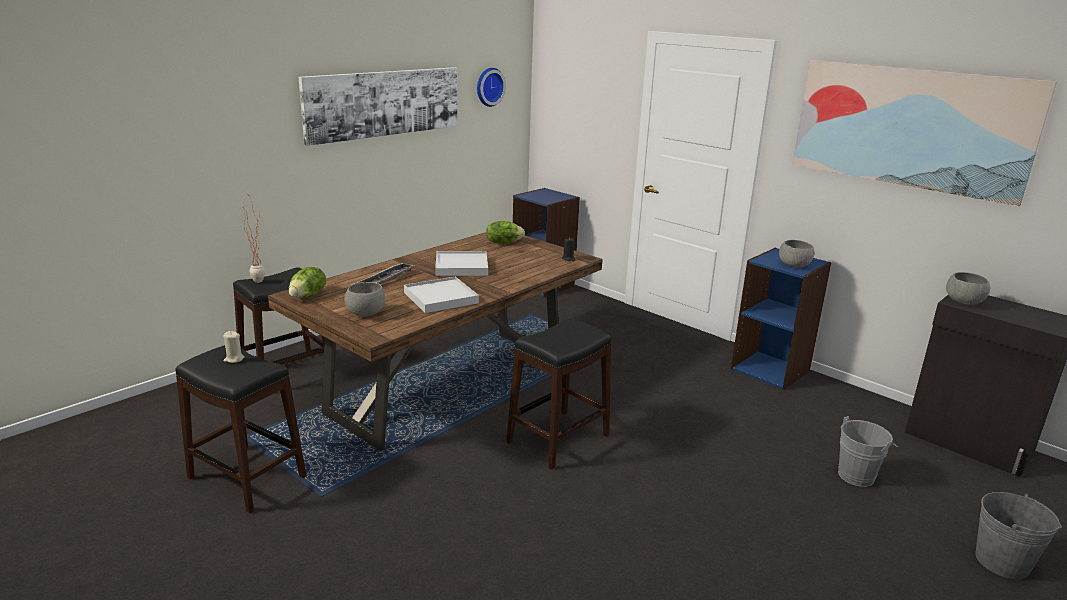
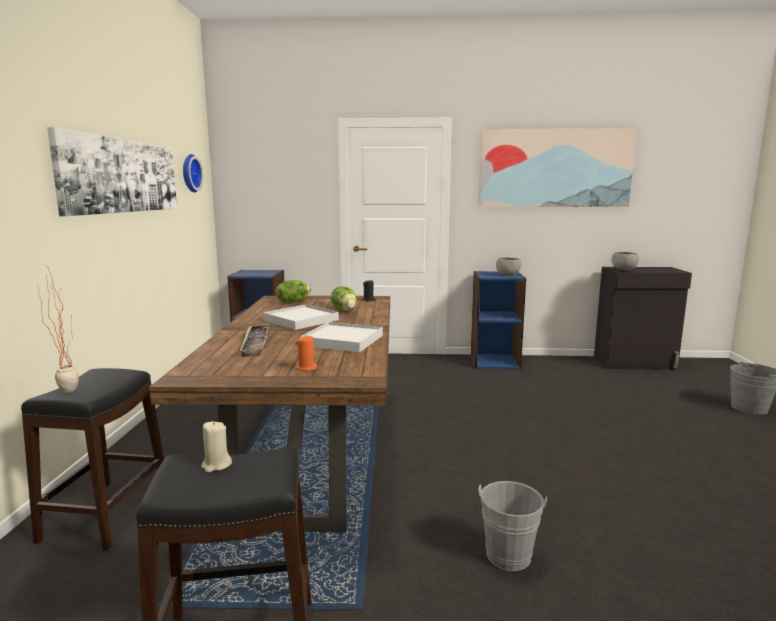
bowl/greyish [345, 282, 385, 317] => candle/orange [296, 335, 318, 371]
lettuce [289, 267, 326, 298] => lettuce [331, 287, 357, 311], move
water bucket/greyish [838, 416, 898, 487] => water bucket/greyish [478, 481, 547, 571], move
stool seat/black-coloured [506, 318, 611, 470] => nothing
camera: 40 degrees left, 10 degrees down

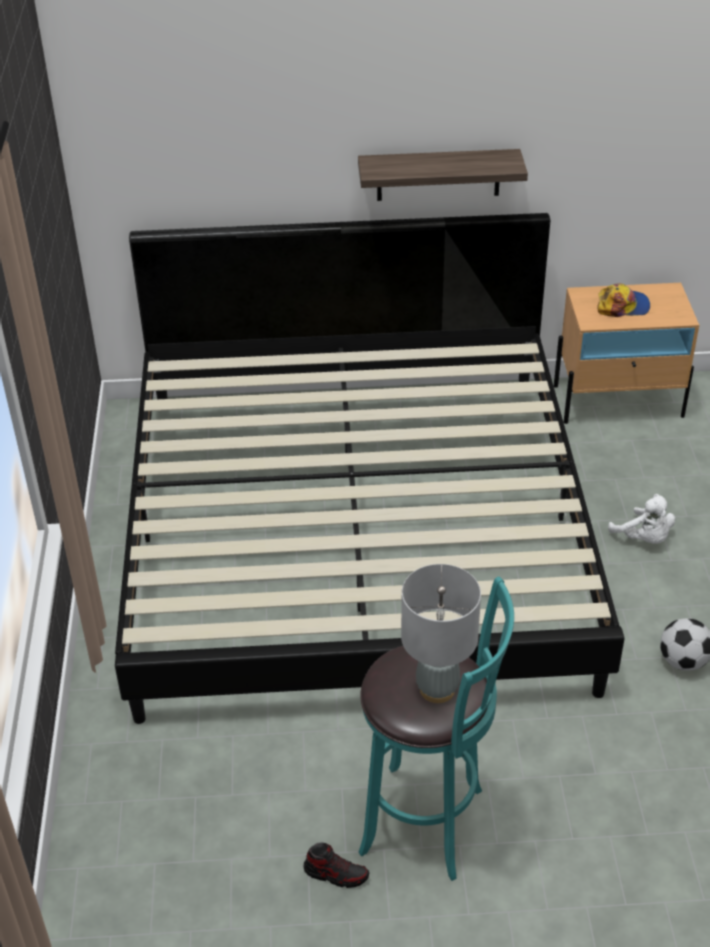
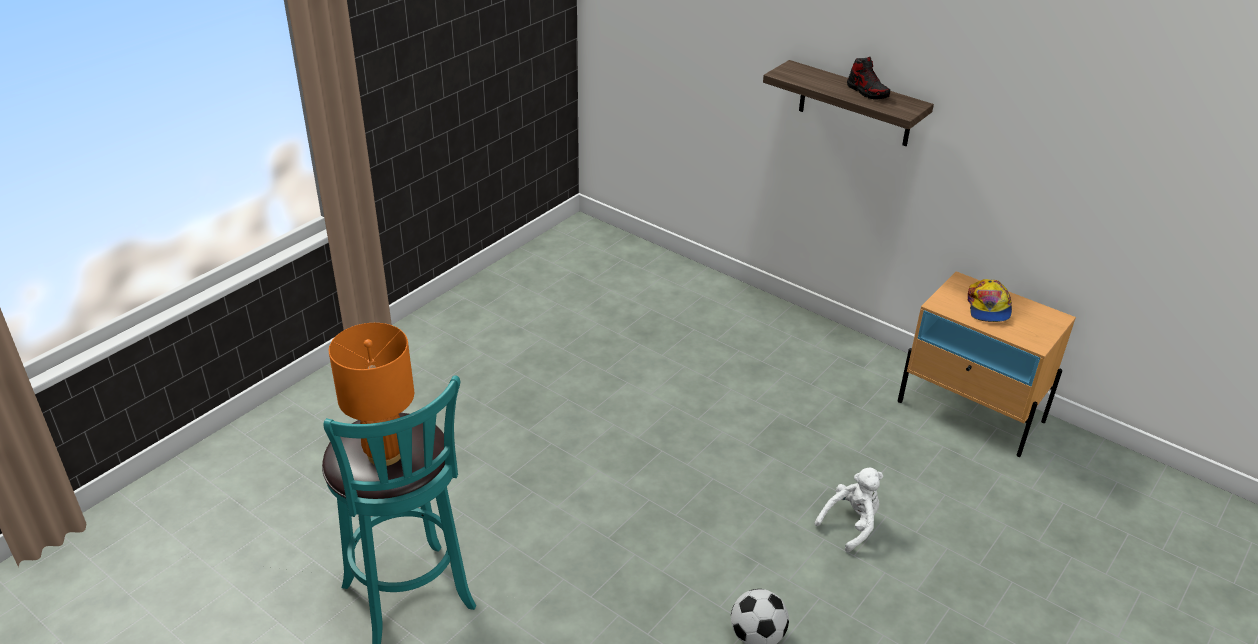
lamp for a table/greyish [401, 564, 481, 703] => lamp for a table/orange [329, 323, 414, 466]
plush toy/white-coloured [608, 494, 675, 544] => plush toy/white-coloured [815, 467, 883, 552], 135 degrees counterclockwise
item of footwear [304, 842, 369, 888] => item of footwear [847, 57, 890, 99], move
baseball cap [598, 283, 650, 317] => baseball cap [968, 279, 1012, 322], 60 degrees clockwise
bed [115, 213, 624, 724] => nothing
camera: 40 degrees right, 5 degrees down

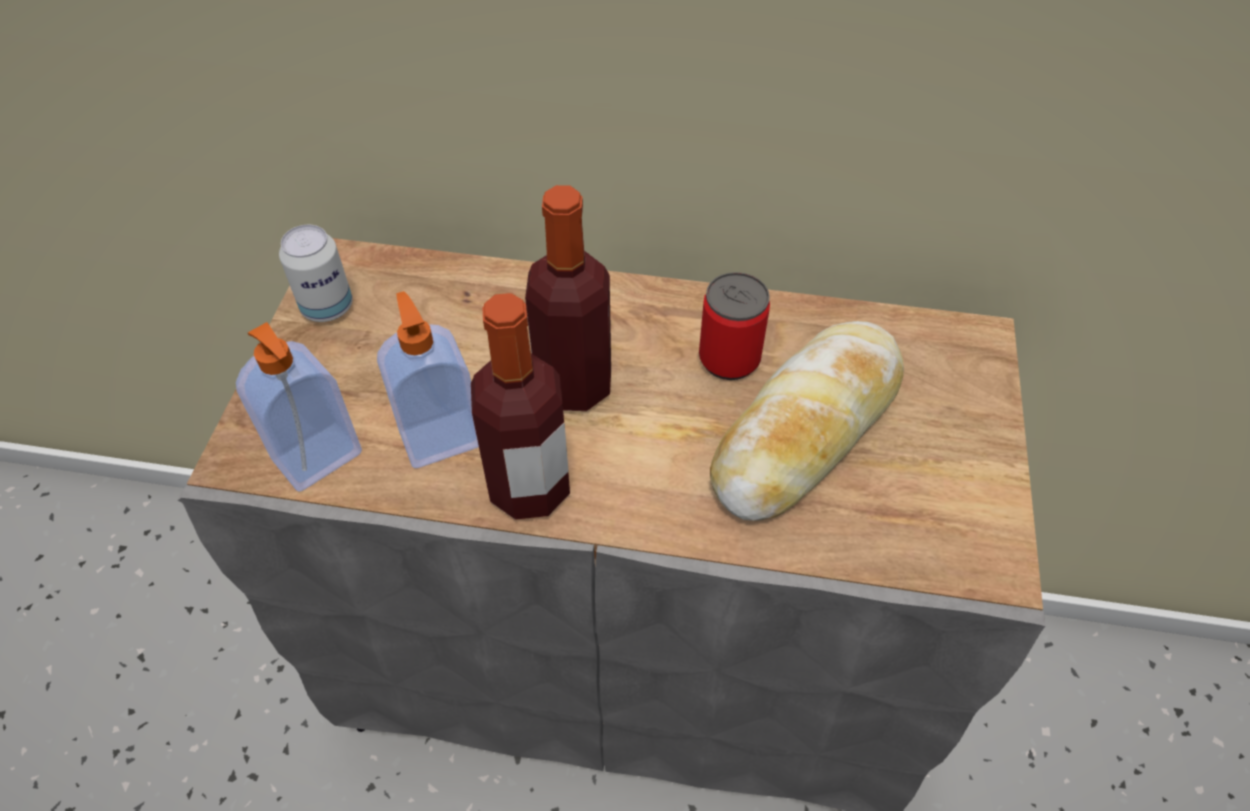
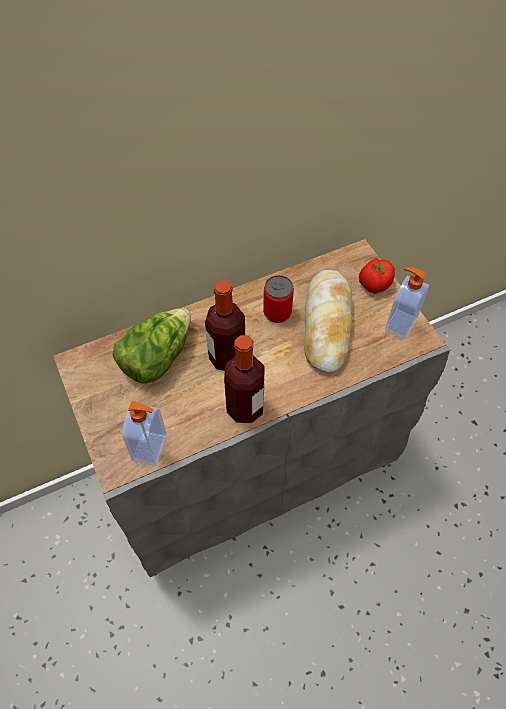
nothing => lettuce [112, 308, 191, 384]
nothing => fresh tomato [359, 258, 395, 294]
liquid soap bottle [377, 291, 479, 468] => liquid soap bottle [385, 267, 429, 340], move
sealed can [279, 225, 353, 322] => nothing
camera: 35 degrees left, 5 degrees up

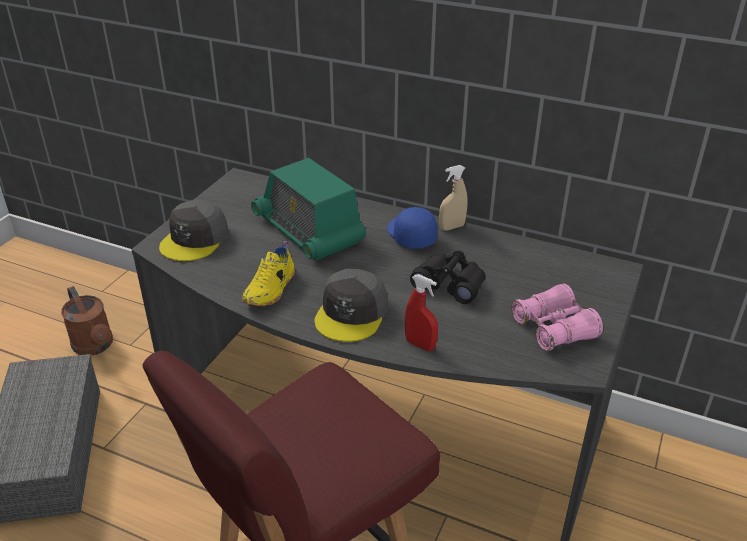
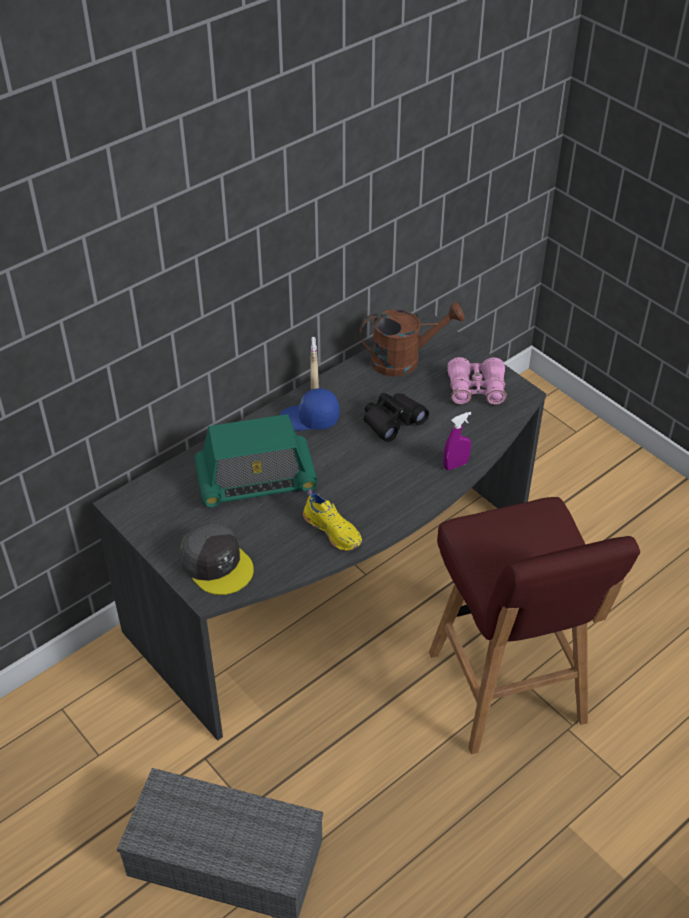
watering can/brownish [61, 286, 113, 355] => watering can/brownish [359, 302, 464, 377], move
sprayer/red [404, 274, 438, 351] => sprayer/purplish [443, 412, 471, 470]
baseball cap/greyish [315, 269, 388, 342] => nothing
camera: 65 degrees left, 10 degrees up

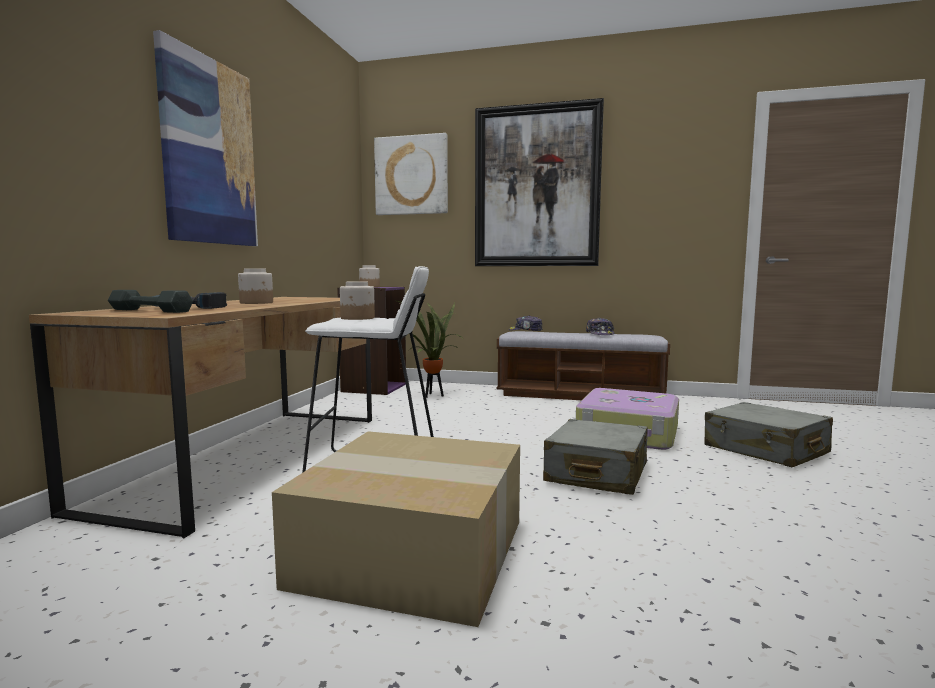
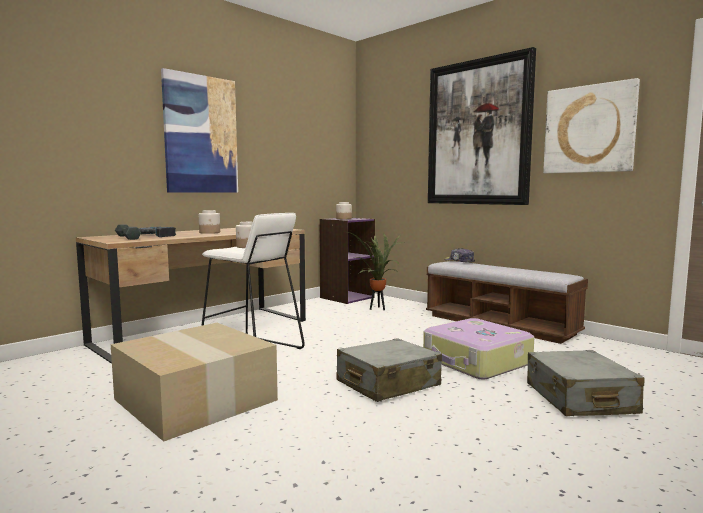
picture [374, 133, 448, 215] => picture [543, 78, 640, 173], move
baseball cap [586, 318, 614, 335] => nothing
camera: 30 degrees right, 0 degrees up

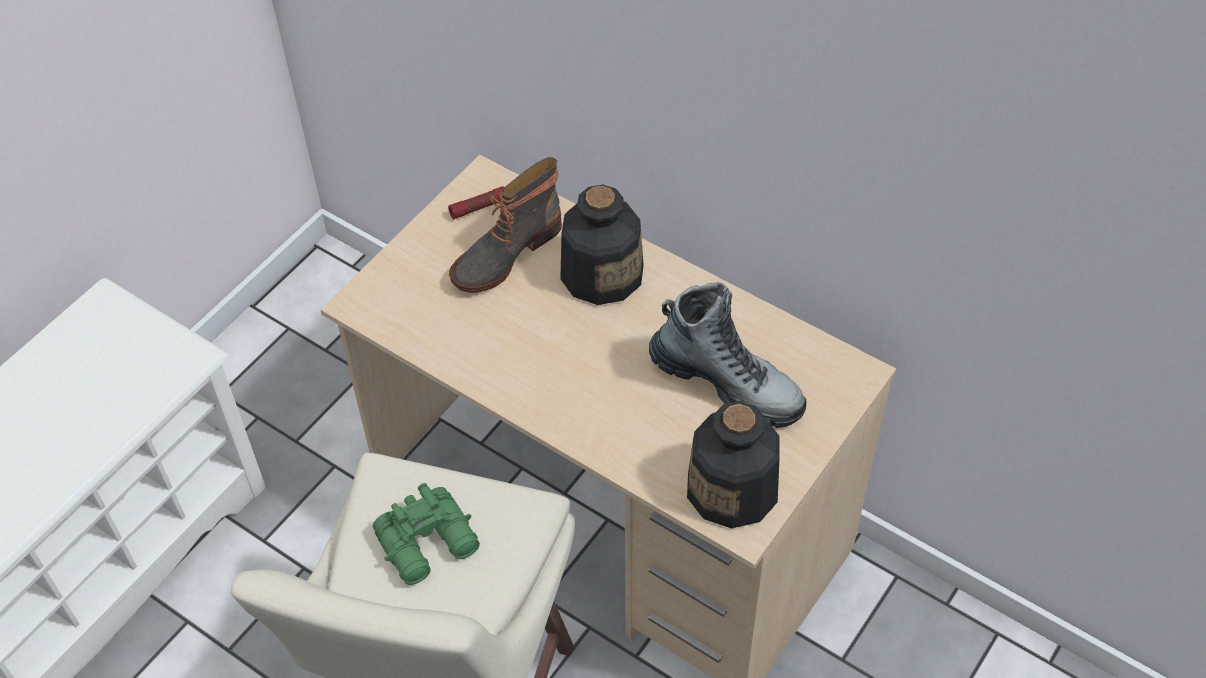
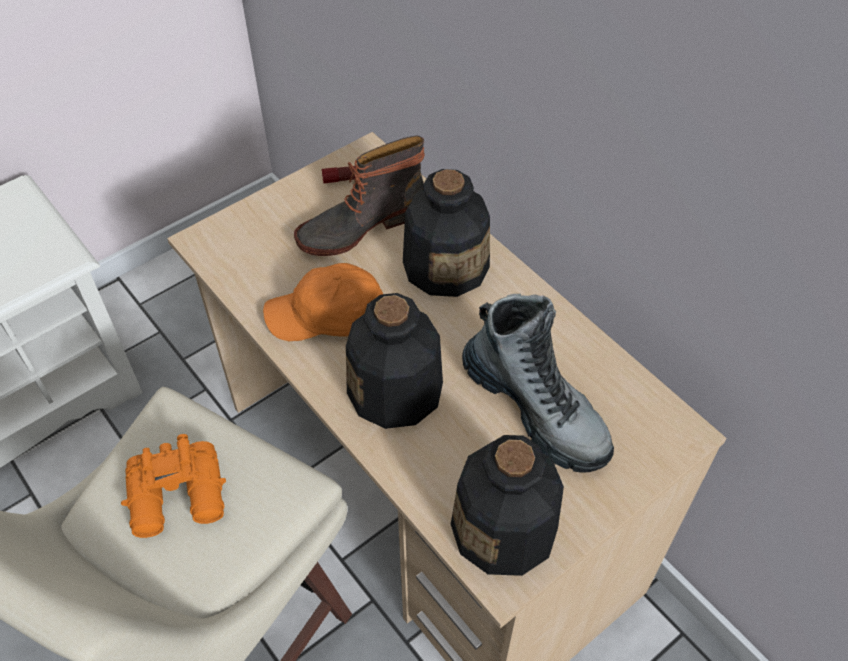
field glasses/green [373, 483, 480, 585] => field glasses/orange [121, 434, 226, 538]
nothing => baseball cap/orange [263, 263, 383, 341]
nothing => drink bottle [346, 293, 443, 429]
camera: 15 degrees right, 0 degrees up

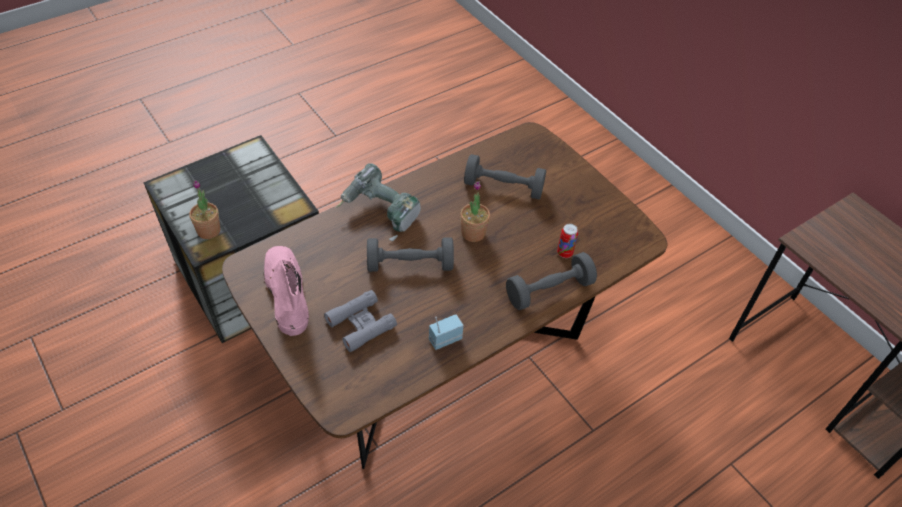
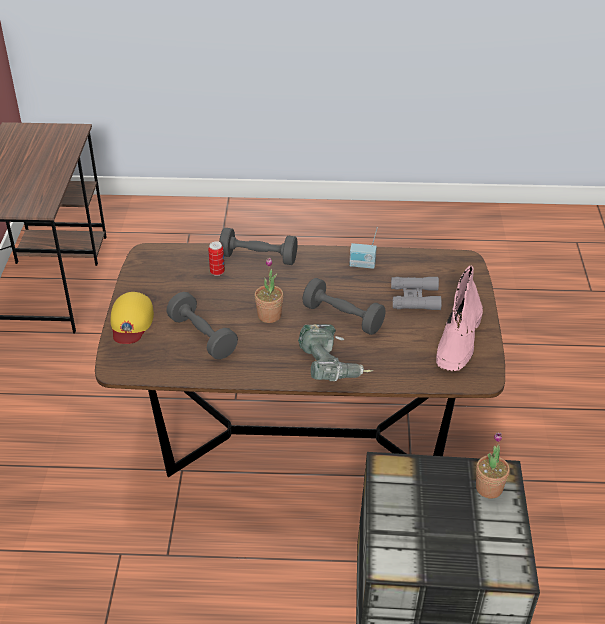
nothing => baseball cap/yellow [111, 292, 154, 344]
camera: 140 degrees left, 10 degrees down

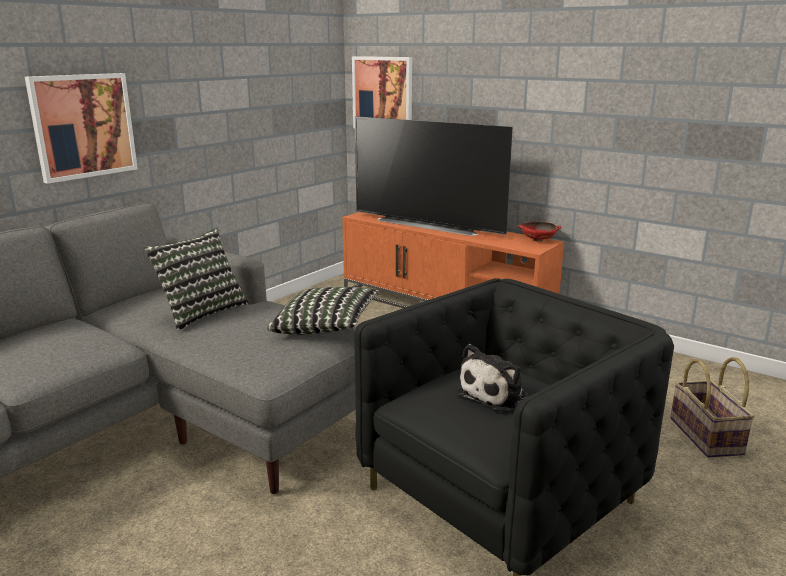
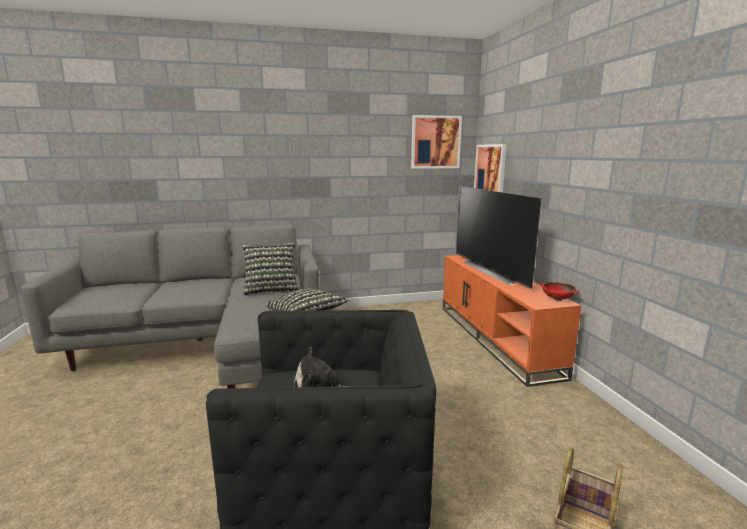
picture [25, 73, 138, 184] => picture [411, 115, 462, 169], move
camera: 40 degrees right, 5 degrees down

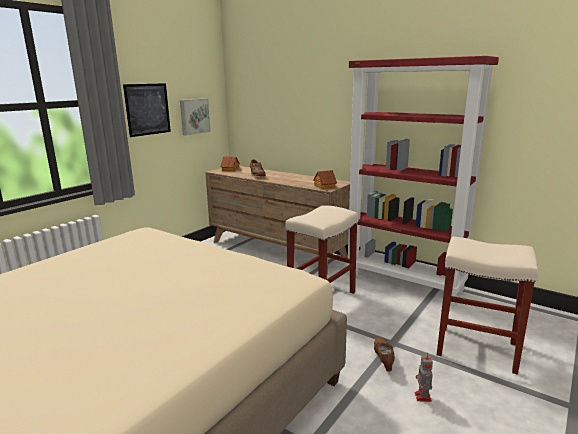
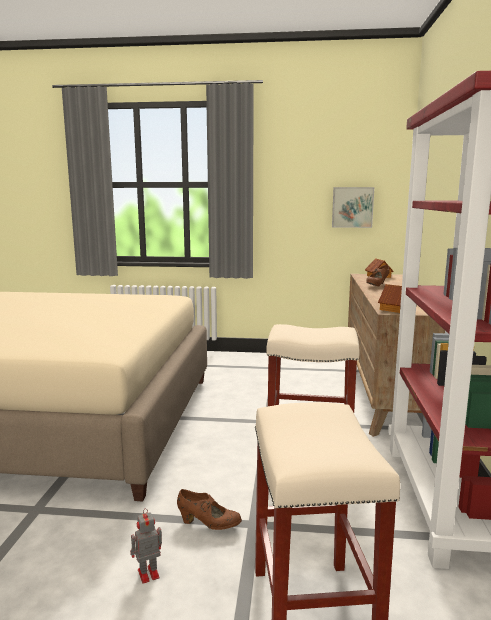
item of footwear/brownish [374, 337, 395, 372] => item of footwear/brownish [177, 489, 242, 530], 45 degrees clockwise
picture [123, 83, 171, 137] => nothing
camera: 60 degrees right, 5 degrees down

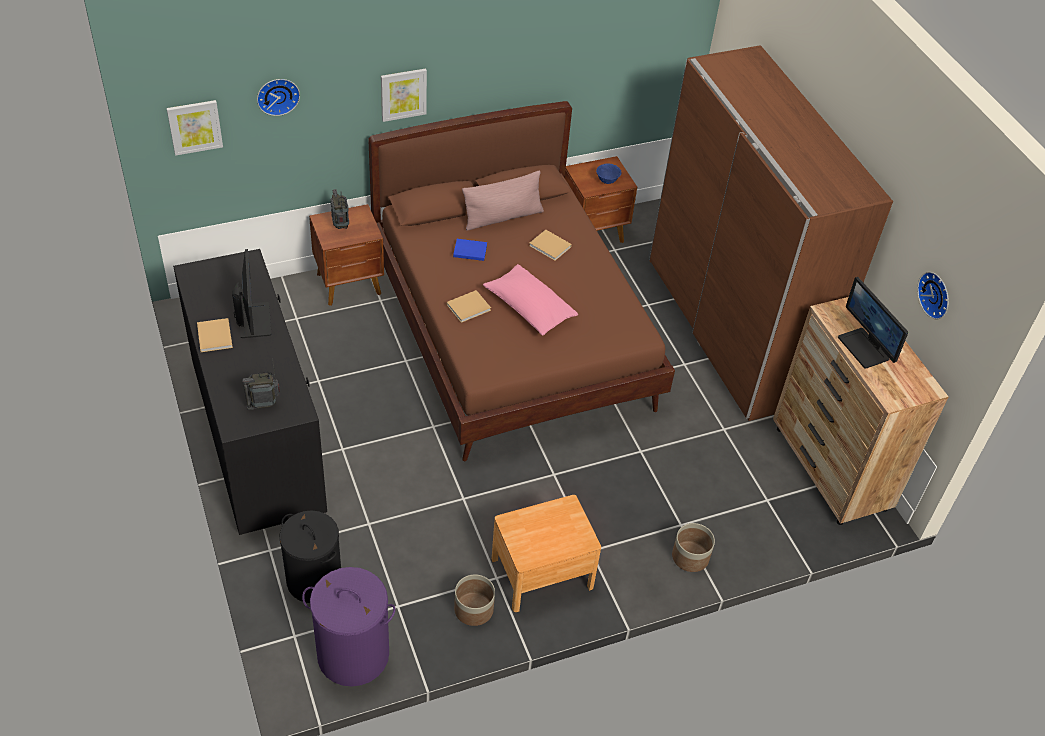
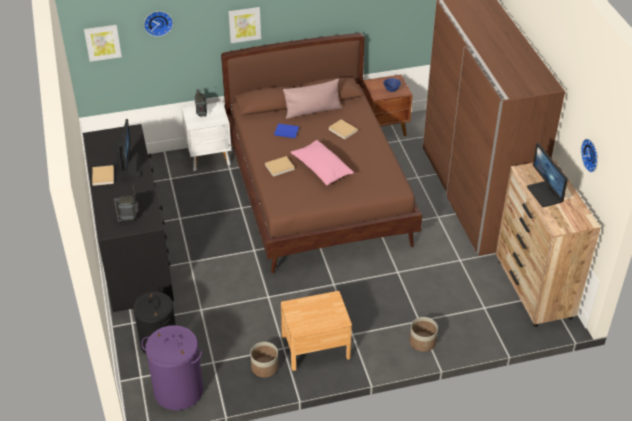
nightstand/brownish [309, 204, 384, 306] => nightstand/white-coloured [182, 102, 232, 171]
camera: 10 degrees right, 5 degrees down

